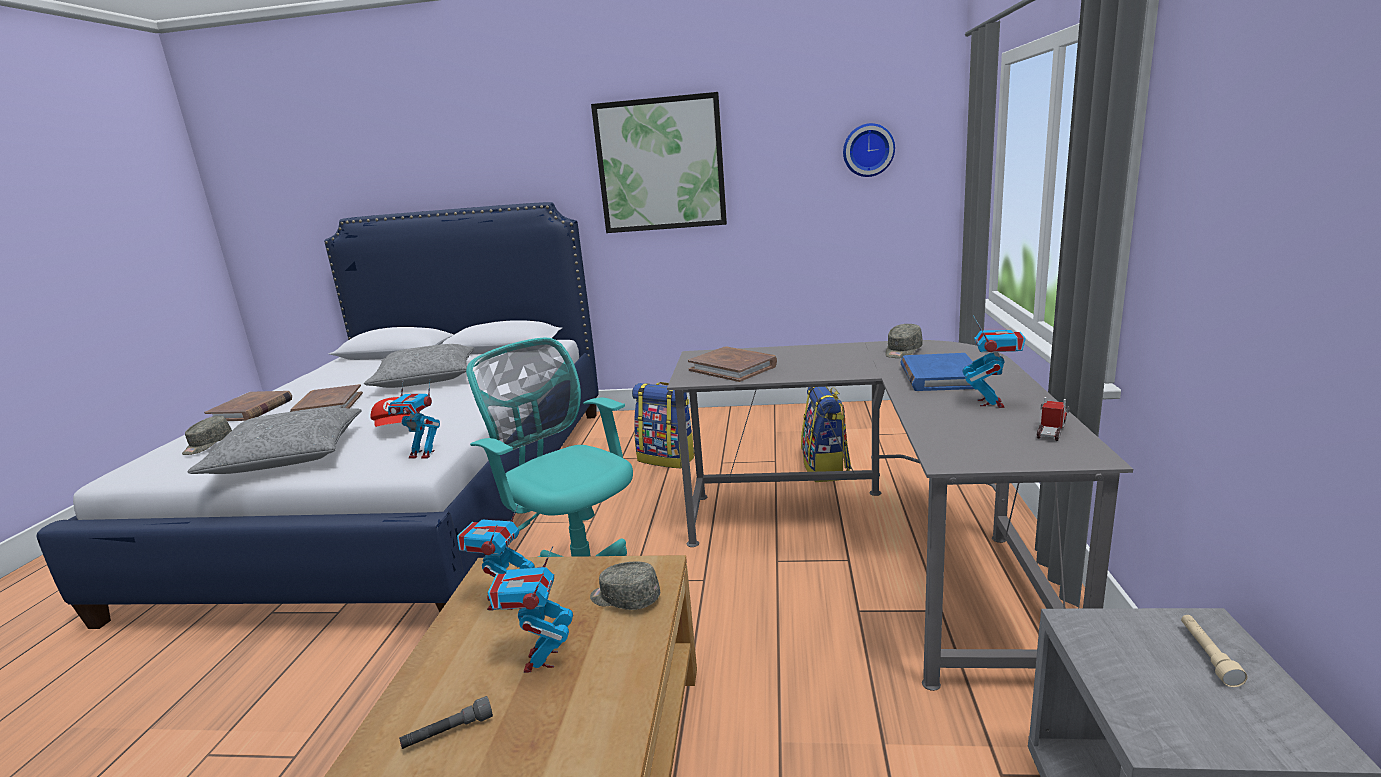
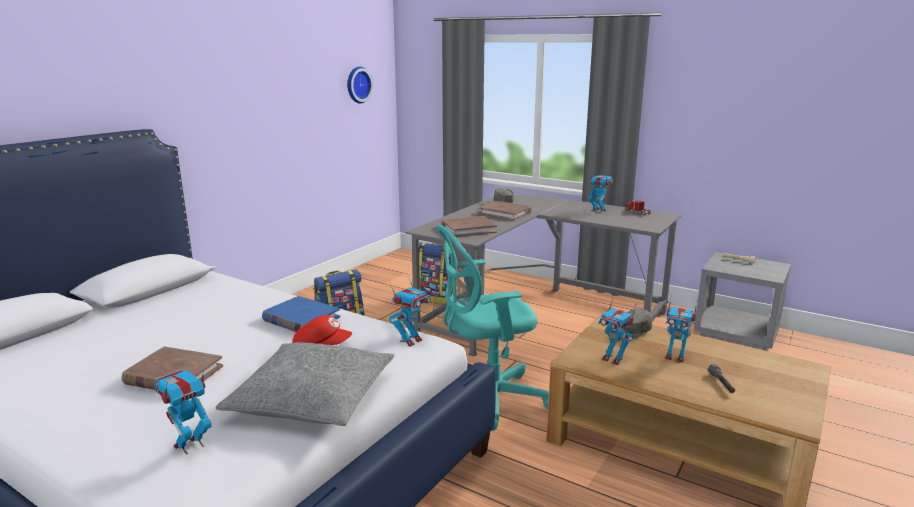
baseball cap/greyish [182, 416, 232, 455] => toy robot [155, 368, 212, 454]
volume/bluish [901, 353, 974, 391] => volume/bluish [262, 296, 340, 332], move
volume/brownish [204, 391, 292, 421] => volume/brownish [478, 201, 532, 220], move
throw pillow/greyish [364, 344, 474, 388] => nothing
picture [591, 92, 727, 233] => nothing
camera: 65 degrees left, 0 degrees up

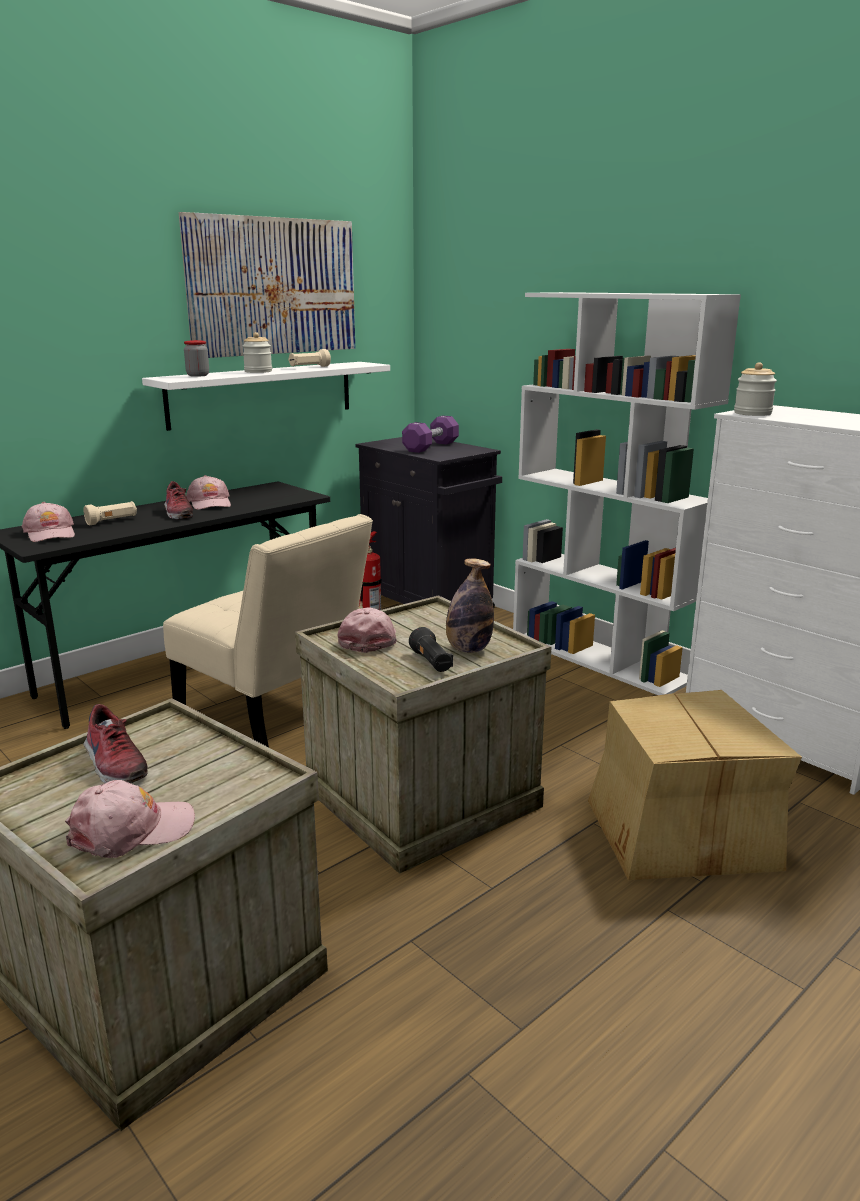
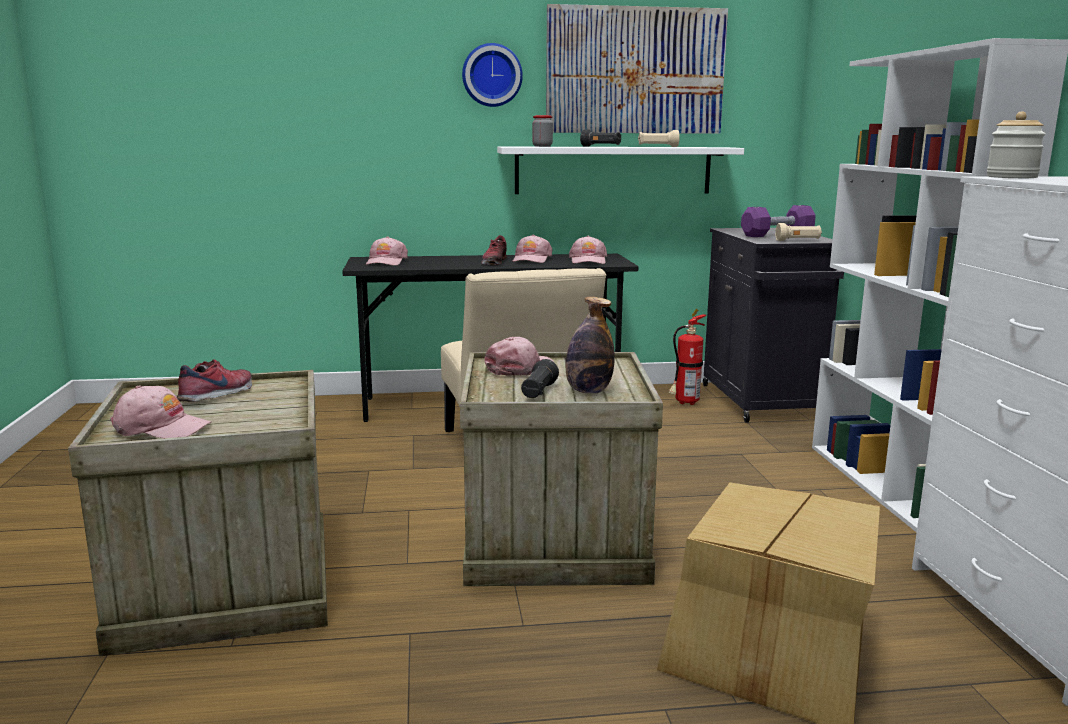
item of footwear [83, 704, 147, 783] => item of footwear [177, 359, 252, 402], 150 degrees counterclockwise
nothing => clock on the wall [462, 43, 523, 107]
nothing => baseball cap/pinkish [569, 236, 607, 264]
jar [243, 332, 272, 373] => flashlight/black-coloured [580, 129, 621, 147]
flashlight/sand-coloured [83, 501, 137, 526] => flashlight/sand-coloured [775, 223, 822, 241], move
camera: 35 degrees right, 5 degrees down

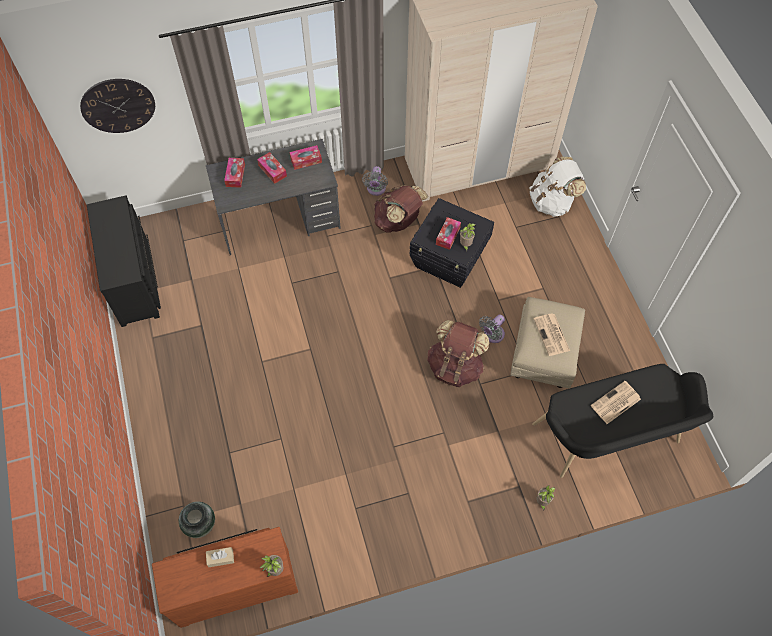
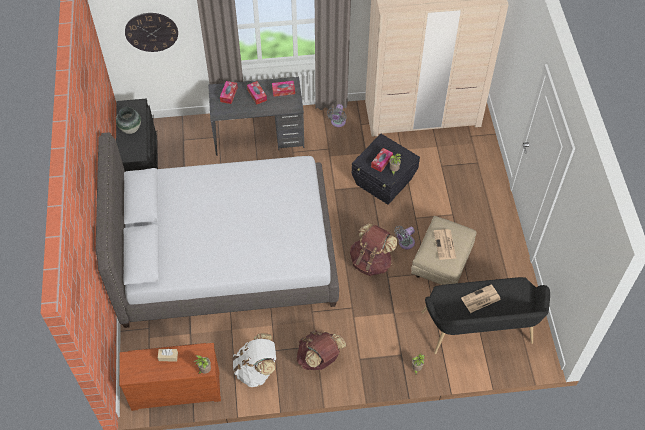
nothing => bed/greyish [96, 133, 339, 328]
vase [179, 502, 215, 538] => vase [116, 107, 141, 134], move
backpack/white-coloured [529, 157, 586, 217] => backpack/white-coloured [233, 333, 276, 387], move
backpack/brownish [374, 185, 428, 233] => backpack/brownish [297, 330, 346, 370], move
camera: 10 degrees right, 5 degrees down

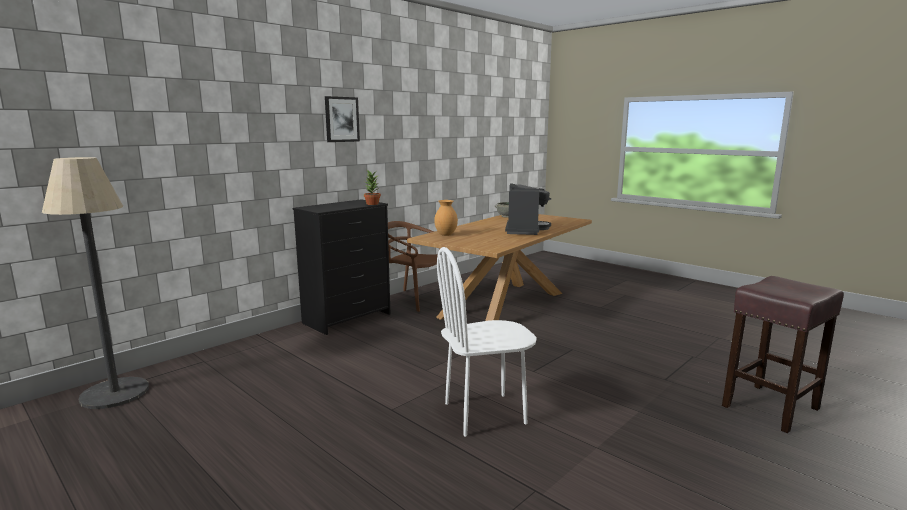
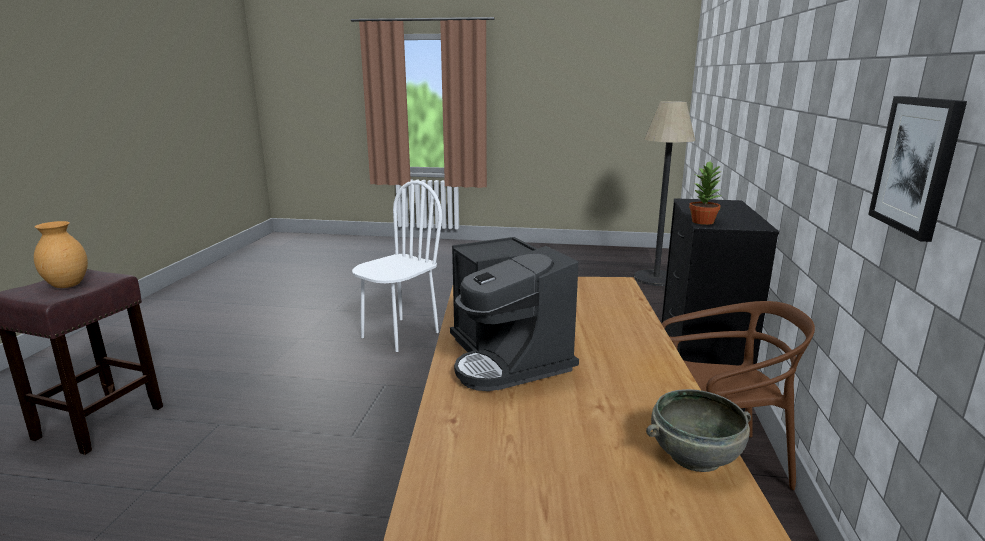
vase/brownish [434, 200, 458, 236] => vase/brownish [34, 221, 88, 288], move
picture [325, 96, 360, 142] => picture [868, 96, 967, 242], move
camera: 145 degrees right, 5 degrees up

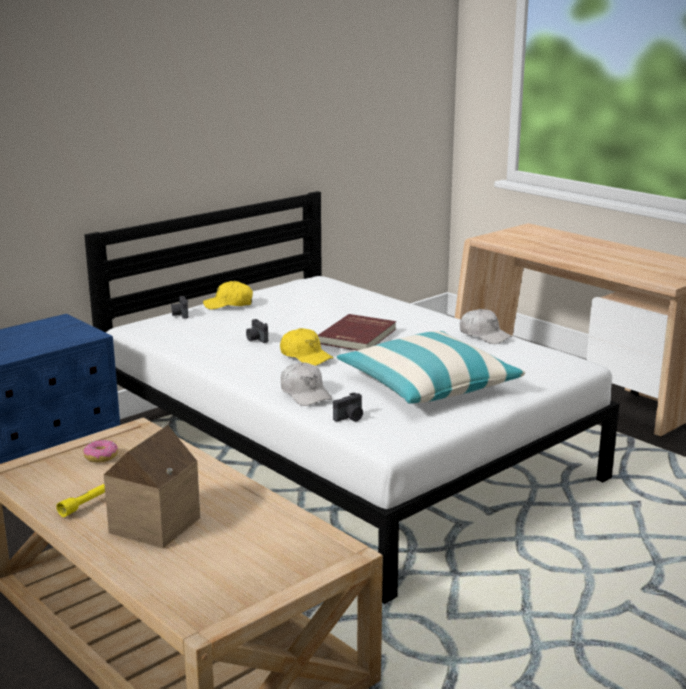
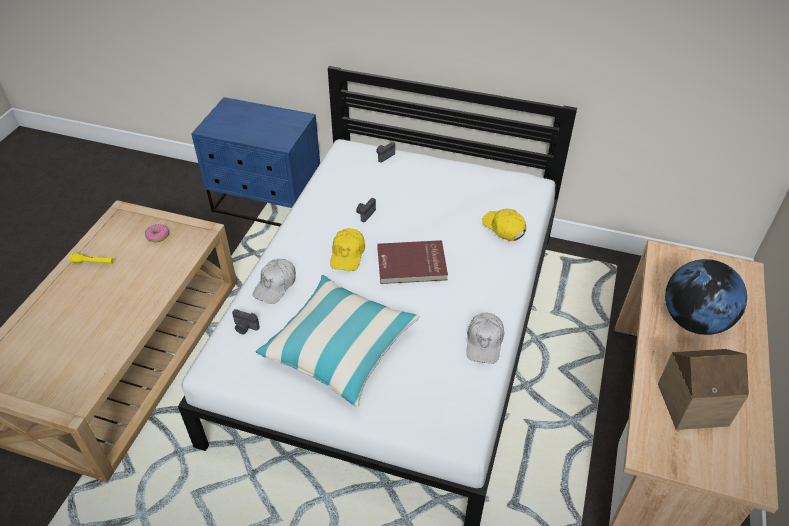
baseball cap/yellow [203, 281, 253, 309] => baseball cap/yellow [482, 209, 526, 241], move
miniature house [104, 425, 200, 548] => miniature house [658, 349, 749, 430], move
nothing => desk globe [665, 259, 747, 335]
camera: 60 degrees right, 25 degrees up

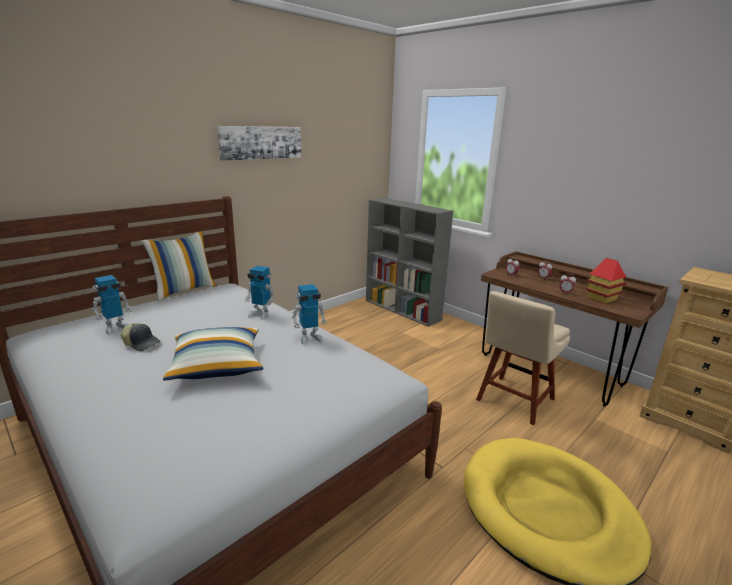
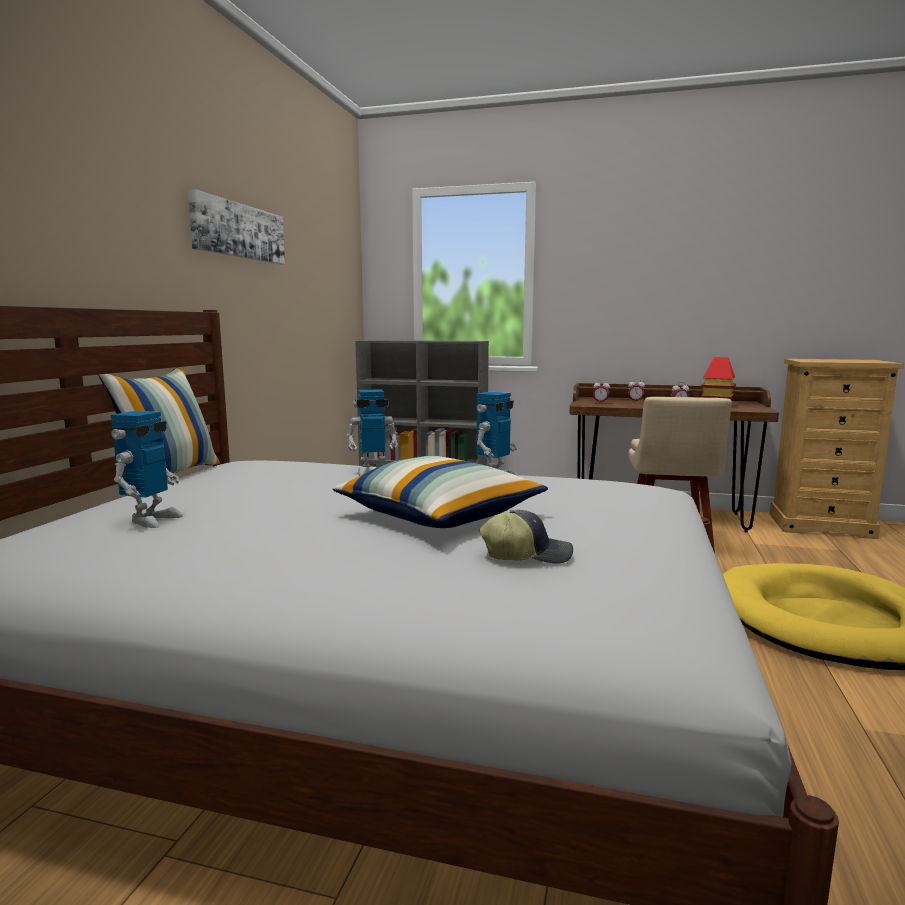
baseball cap [121, 323, 161, 351] => baseball cap [480, 510, 573, 563], move
camera: 30 degrees left, 10 degrees down

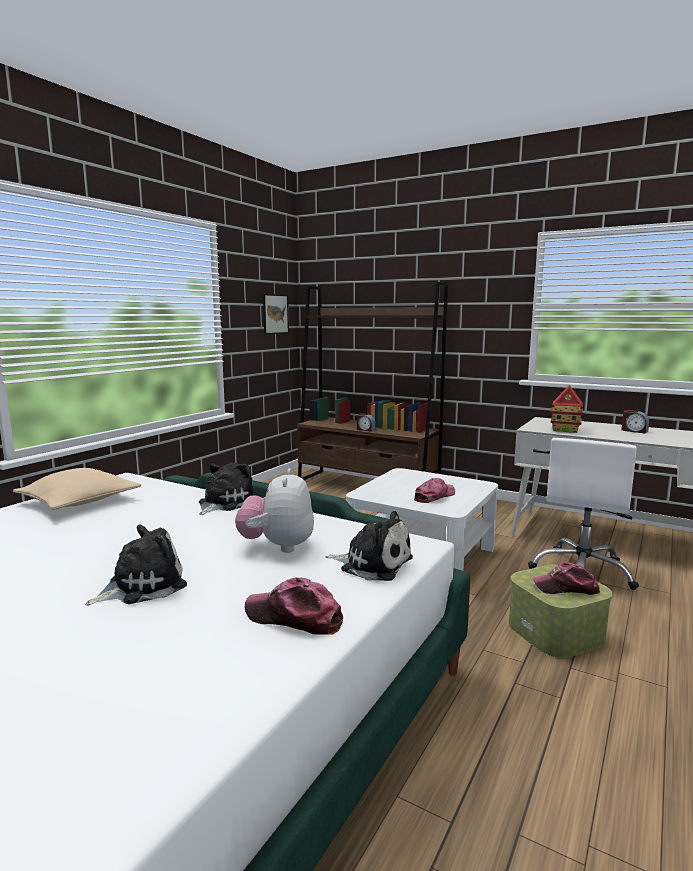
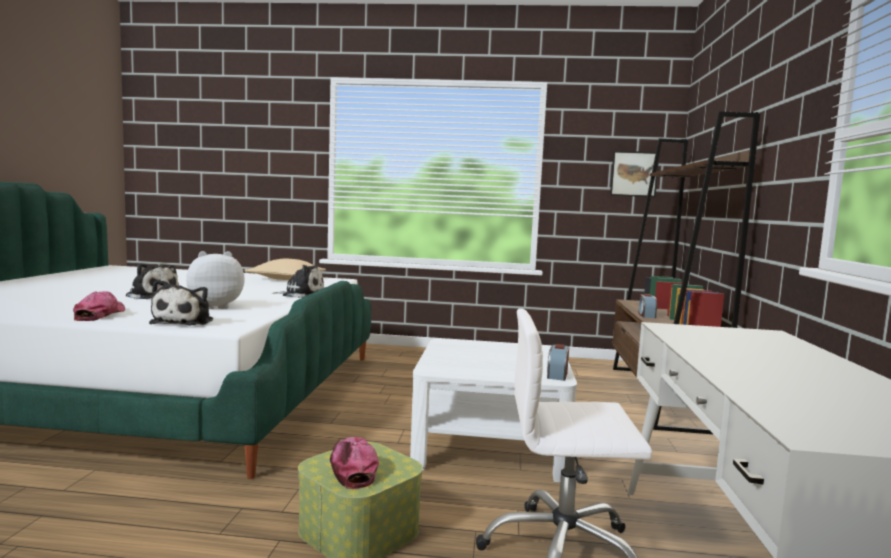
alarm clock [621, 410, 649, 434] => alarm clock [547, 344, 569, 381], move
baseball cap [414, 478, 455, 503] => nothing
miniature house [550, 385, 583, 433] => nothing
camera: 65 degrees right, 5 degrees down

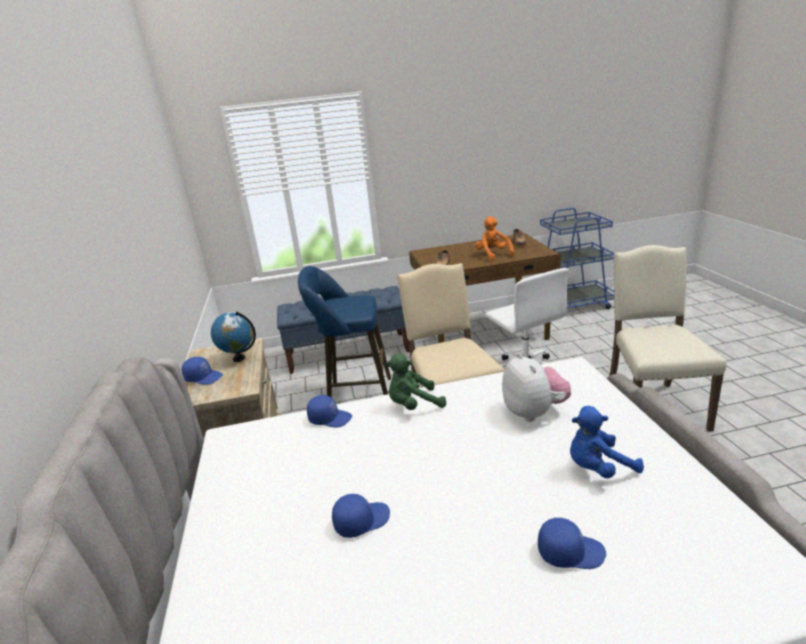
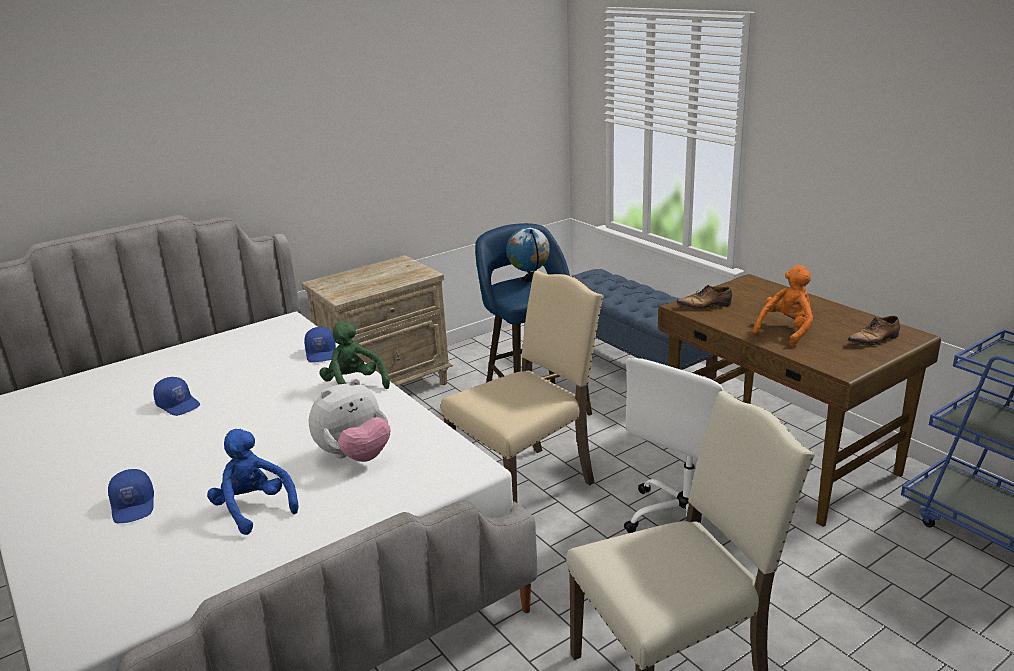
desk globe [211, 311, 256, 362] => desk globe [506, 227, 550, 282], move
baseball cap/bluish [182, 357, 223, 385] => nothing
camera: 65 degrees right, 0 degrees up

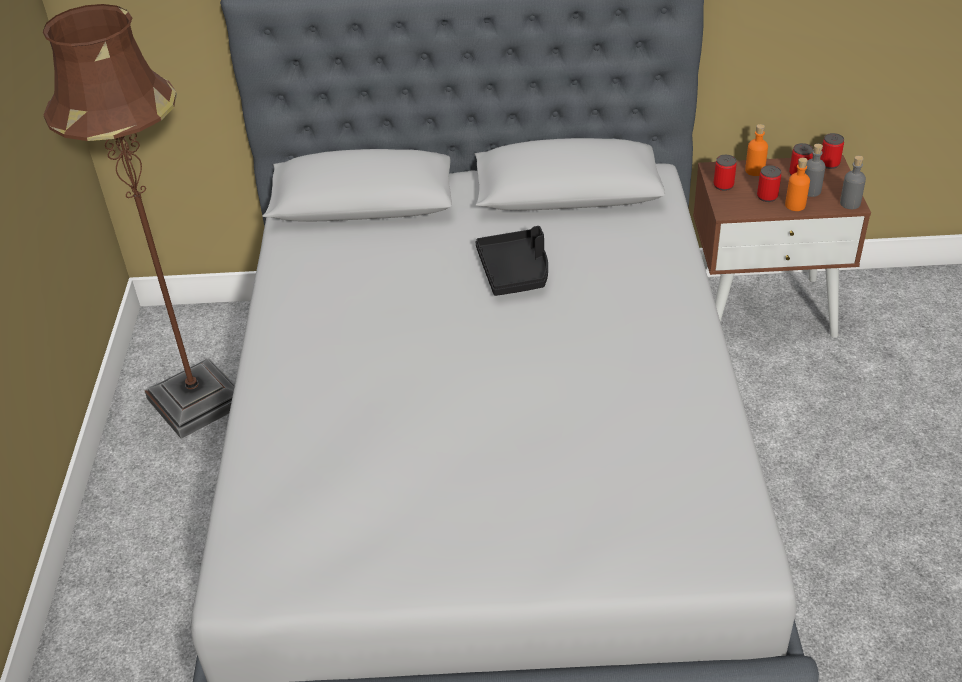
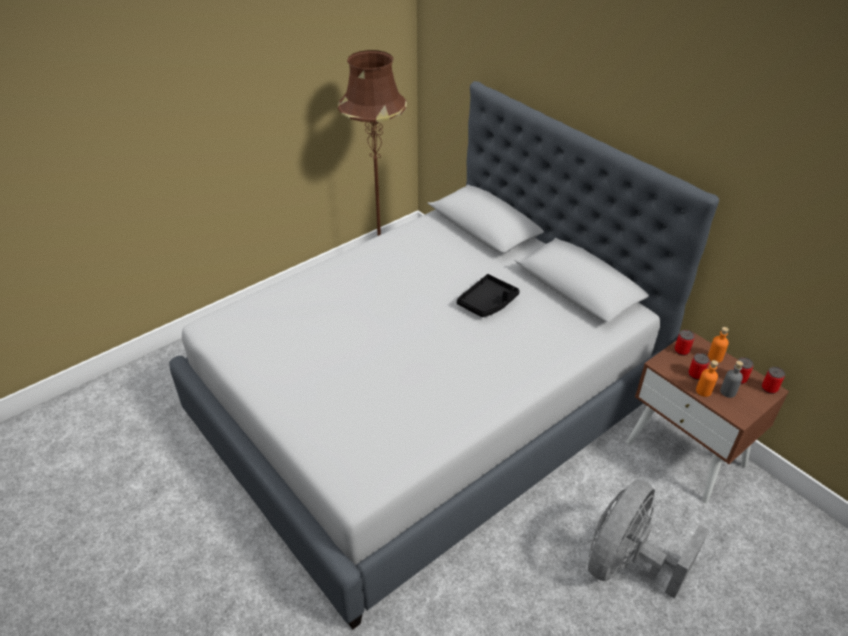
nothing => fan/greyish [588, 479, 709, 599]
drink bottle/greyish [840, 156, 866, 209] => nothing
camera: 50 degrees right, 0 degrees up

